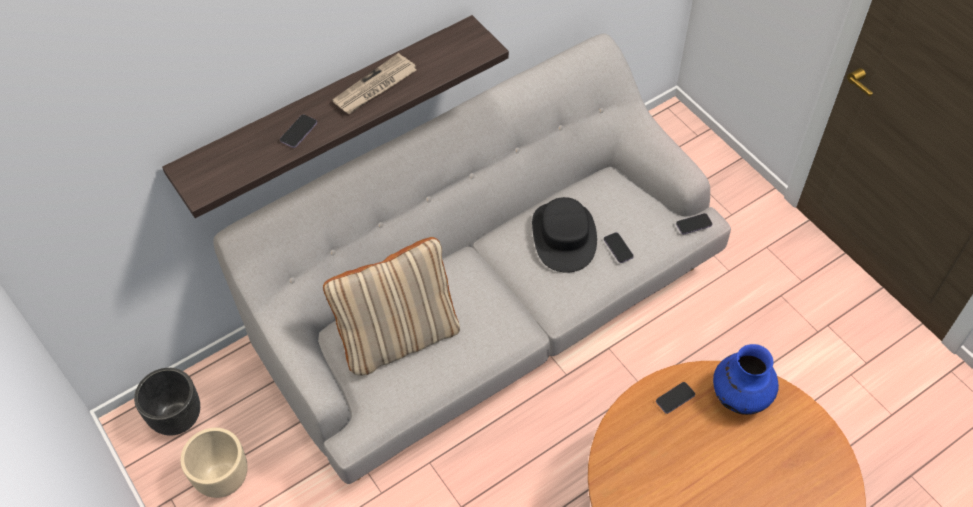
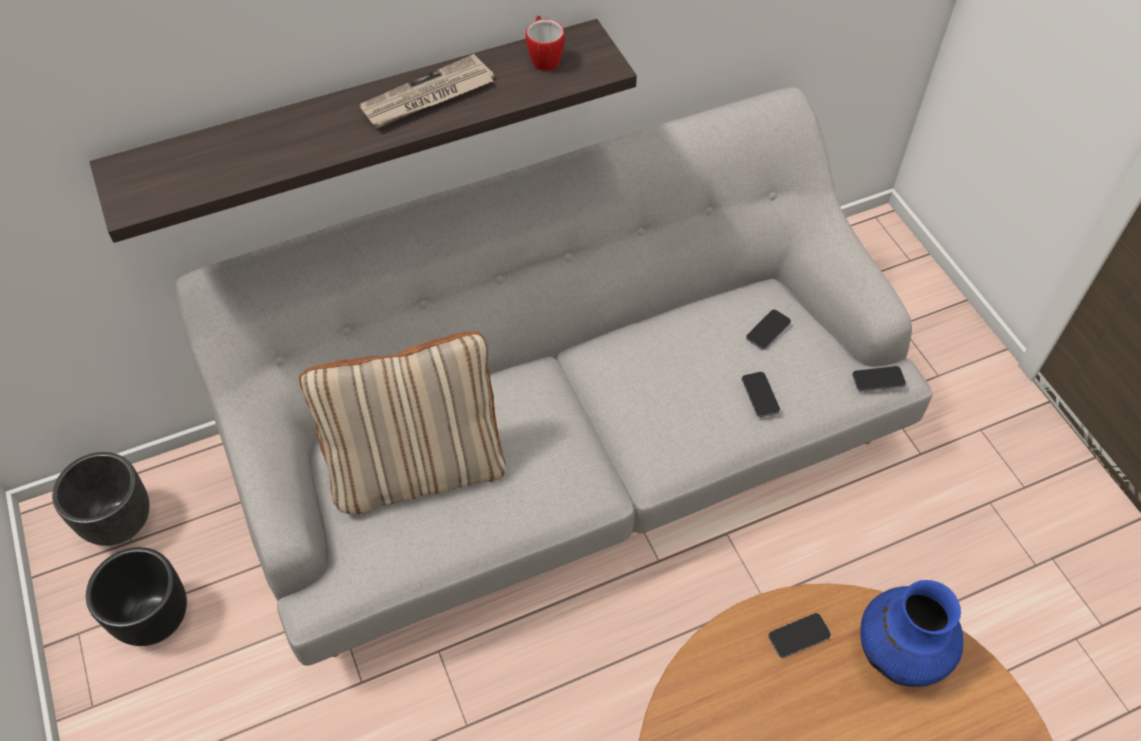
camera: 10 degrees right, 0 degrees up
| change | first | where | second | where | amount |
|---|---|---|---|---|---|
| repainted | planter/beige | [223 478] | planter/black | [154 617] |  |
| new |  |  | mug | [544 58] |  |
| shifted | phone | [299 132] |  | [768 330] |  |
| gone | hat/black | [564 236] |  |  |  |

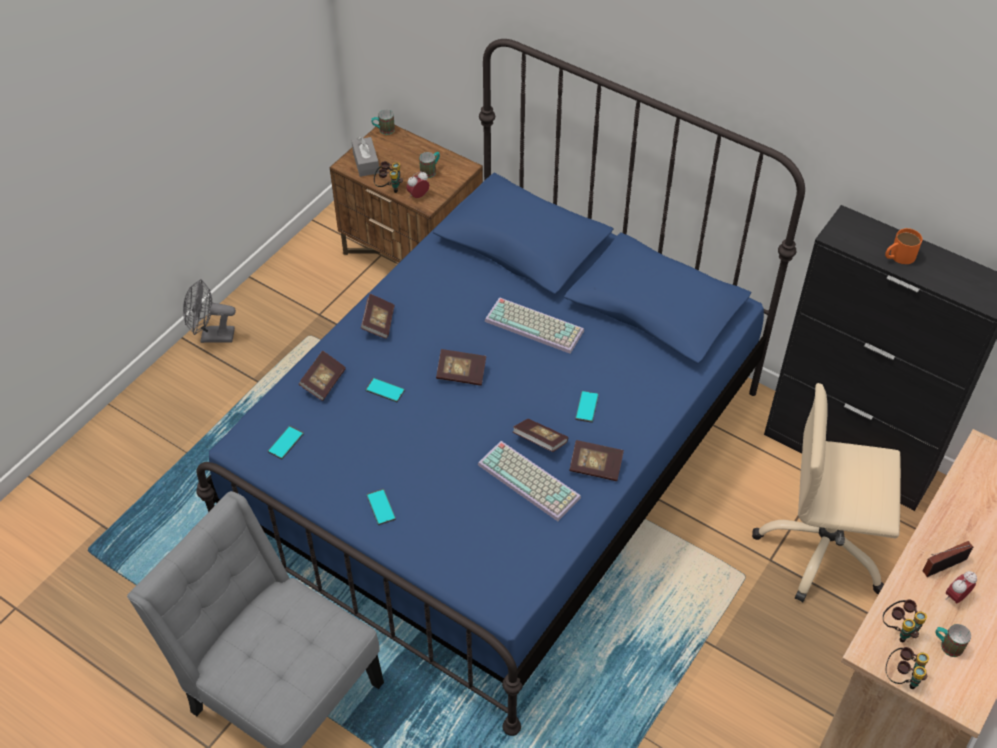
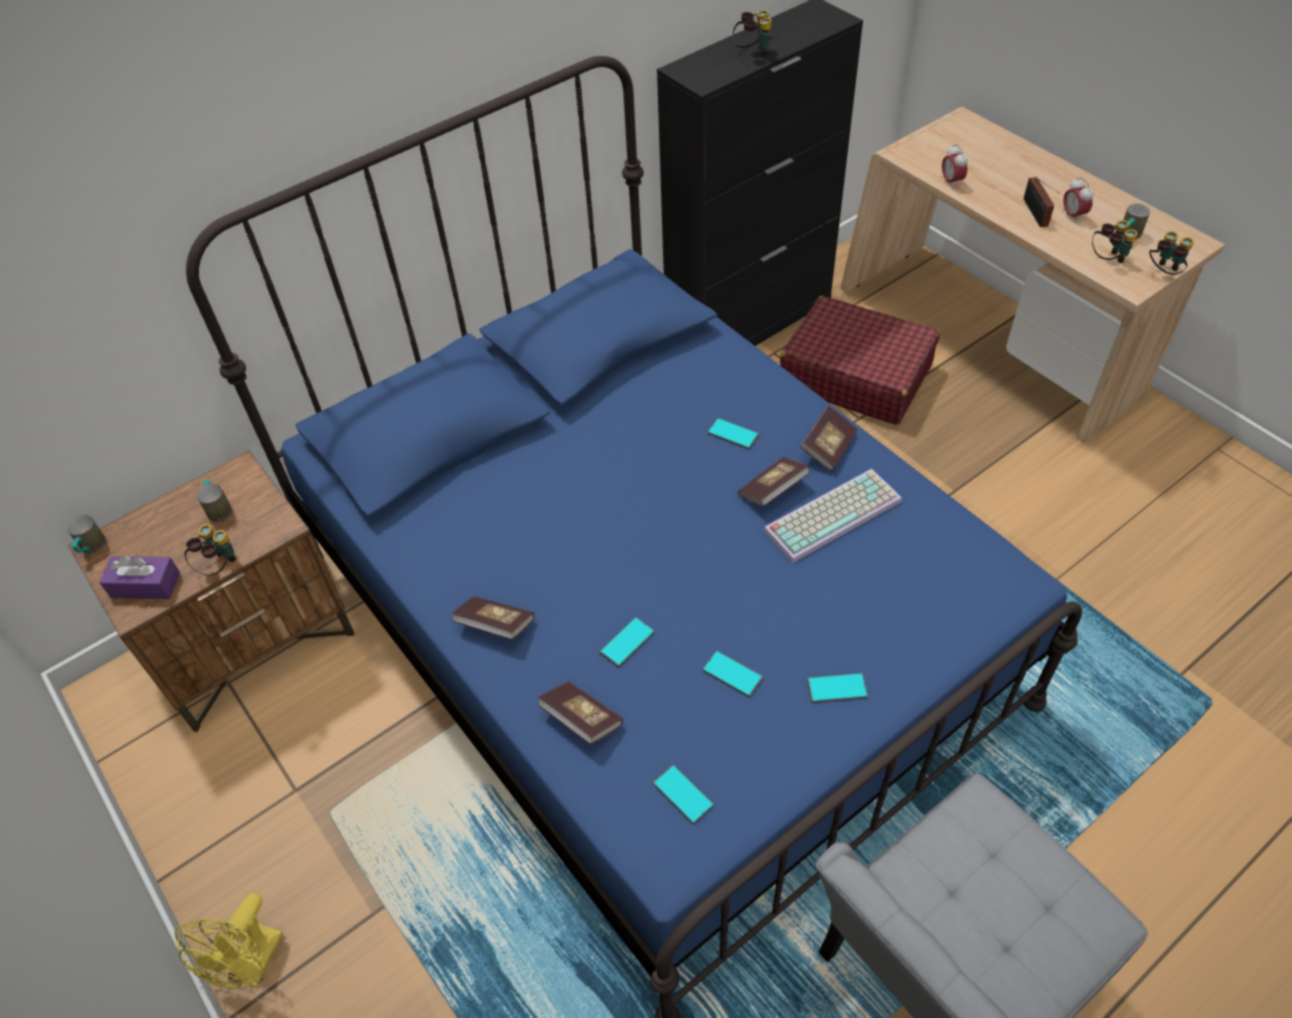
camera: 70 degrees left, 0 degrees up
| change | first | where | second | where | amount |
|---|---|---|---|---|---|
| repainted | tissue box/grey | [366 163] | tissue box/purple | [145 585] |  |
| repainted | fan/grey | [212 336] | fan/yellow | [252 966] |  |
| new |  |  | phone | [732 674] |  |
| swapped | mug/orange | [898 256] | binoculars | [752 53] |  |
| swapped | office chair/beige | [823 547] | suitcase/red | [855 375] |  |
| shifted | alarm clock | [418 196] |  | [951 182] |  |
| gone | book | [461 374] |  |  |  |
| gone | keyboard | [536 325] |  |  |  |

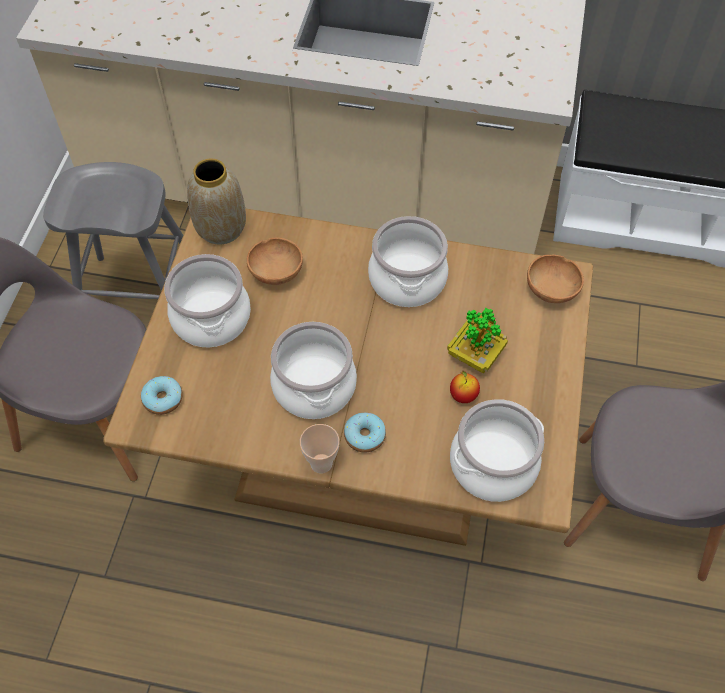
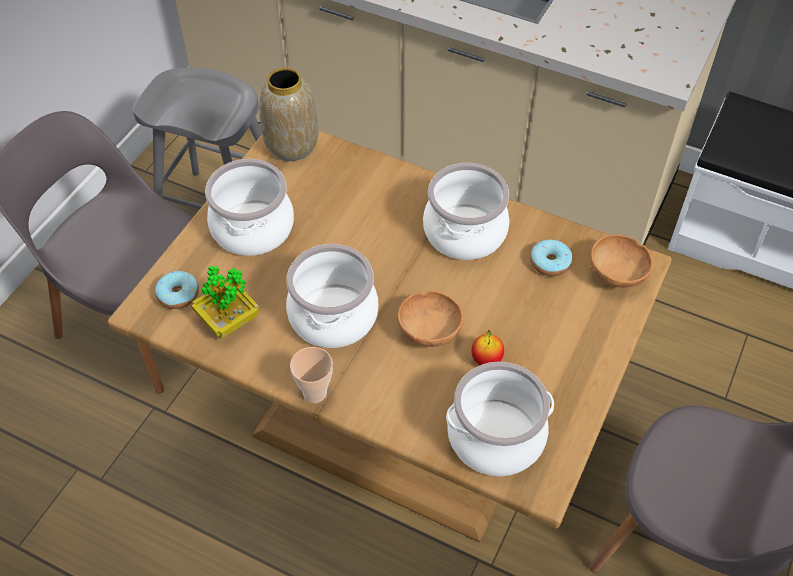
camera: 15 degrees right, 5 degrees down
| change | first | where | second | where | amount |
|---|---|---|---|---|---|
| shifted | potted plant | [475 355] |  | [228 320] |  |
| shifted | bowl/brown | [277 272] |  | [430 330] |  |
| shifted | donut | [364 436] |  | [550 263] |  |

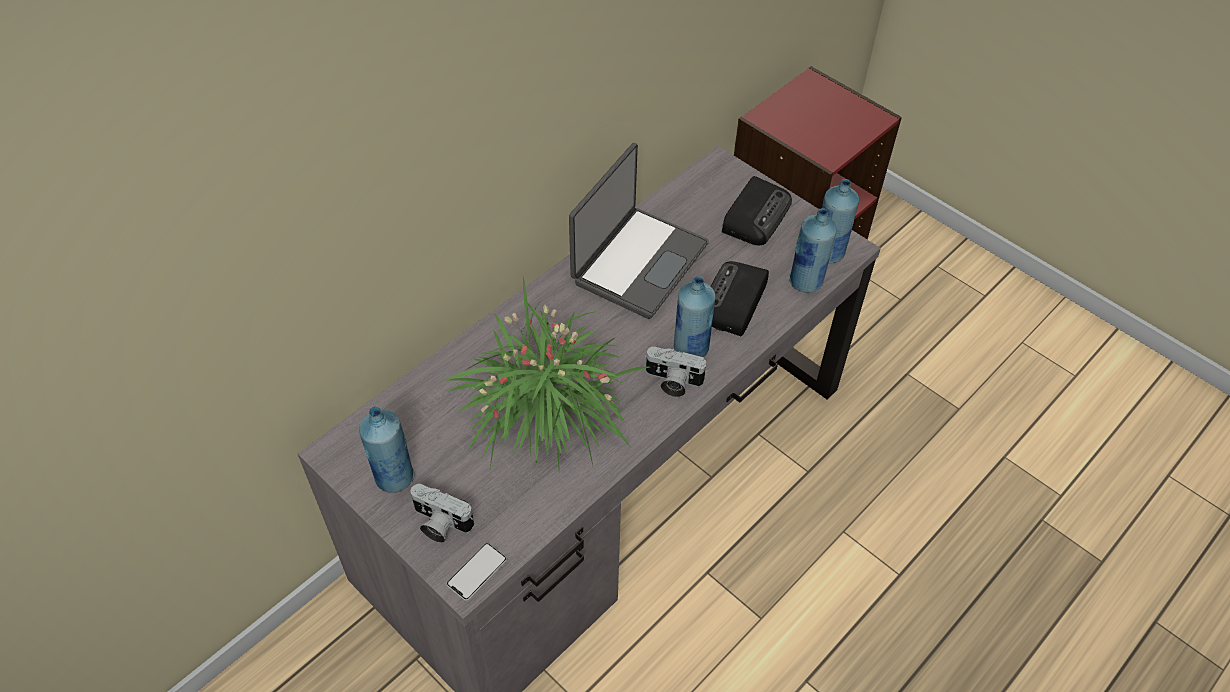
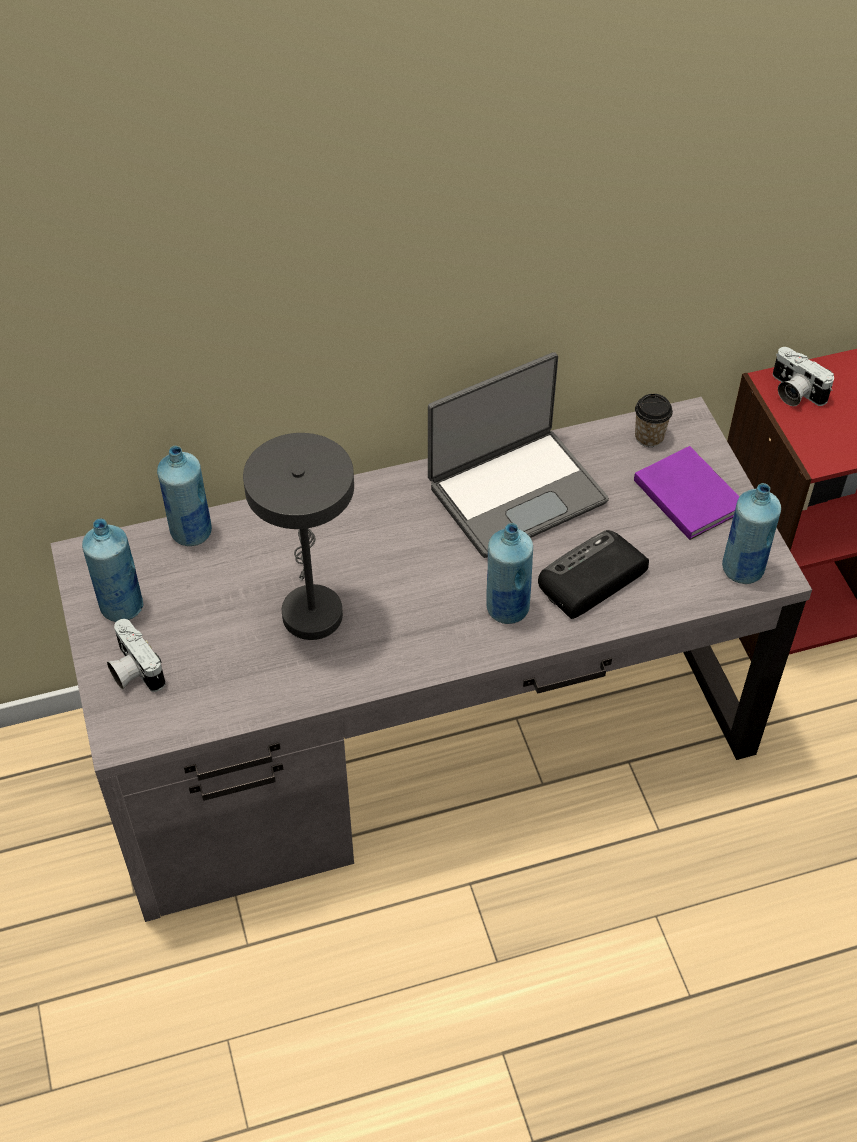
camera: 30 degrees right, 0 degrees up
| change | first | where | second | where | amount |
|---|---|---|---|---|---|
| shifted | bottle/blue | [806 282] |  | [191 533] |  |
| swapped | potted plant | [545 410] | table lamp/grey | [310 606] |  |
| swapped | radio | [756 215] | book/purple | [688 493] |  |
| new |  |  | cup | [649 437] |  |
| shifted | photo camera | [672 382] |  | [794 392] |  |
| gone | phone | [477 572] |  |  |  |

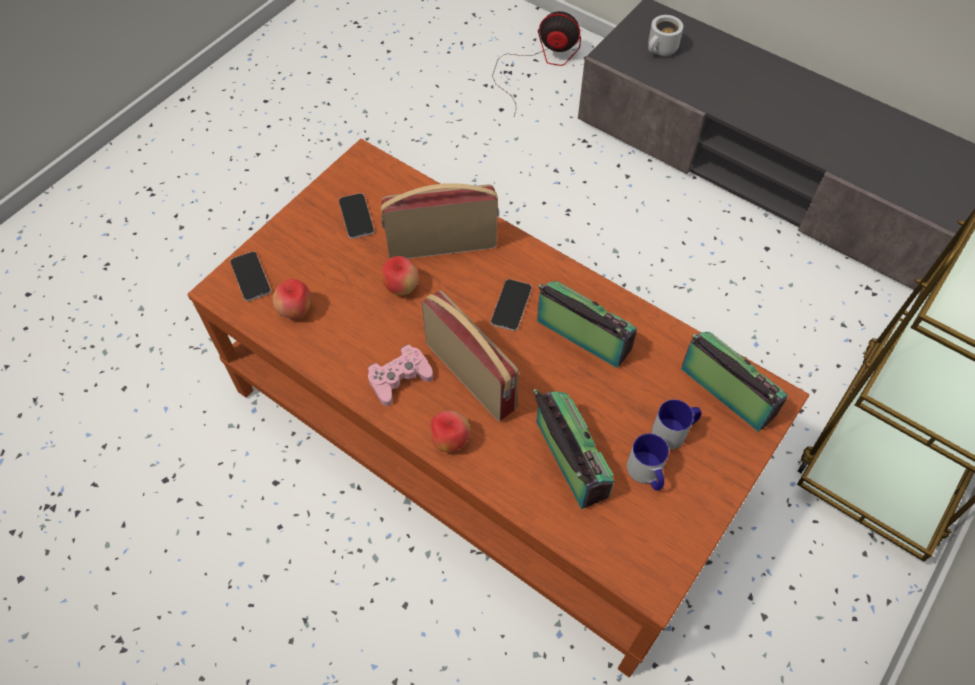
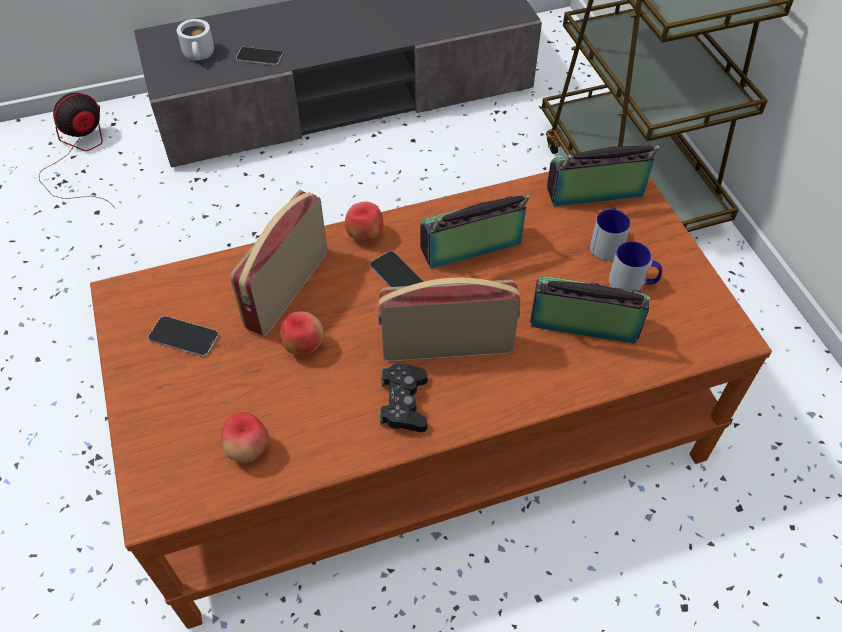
camera: 55 degrees left, 5 degrees down
| change | first | where | second | where | amount |
|---|---|---|---|---|---|
| shifted | phone | [250 277] |  | [259 57] |  |
| shifted | apple | [450 441] |  | [365 236] |  |
| repainted | game controller/pink | [399 378] | game controller/black | [404 403] |  |

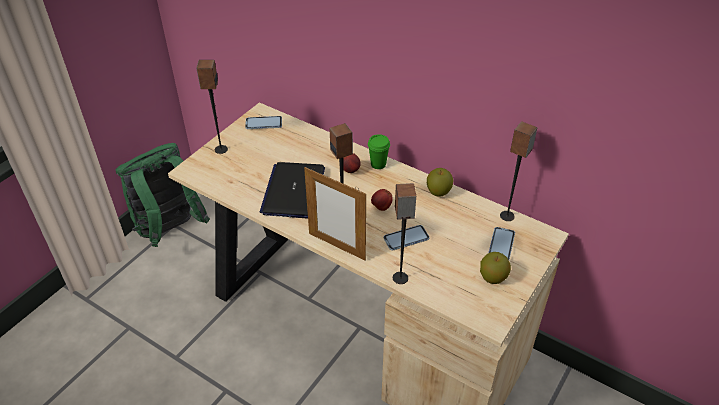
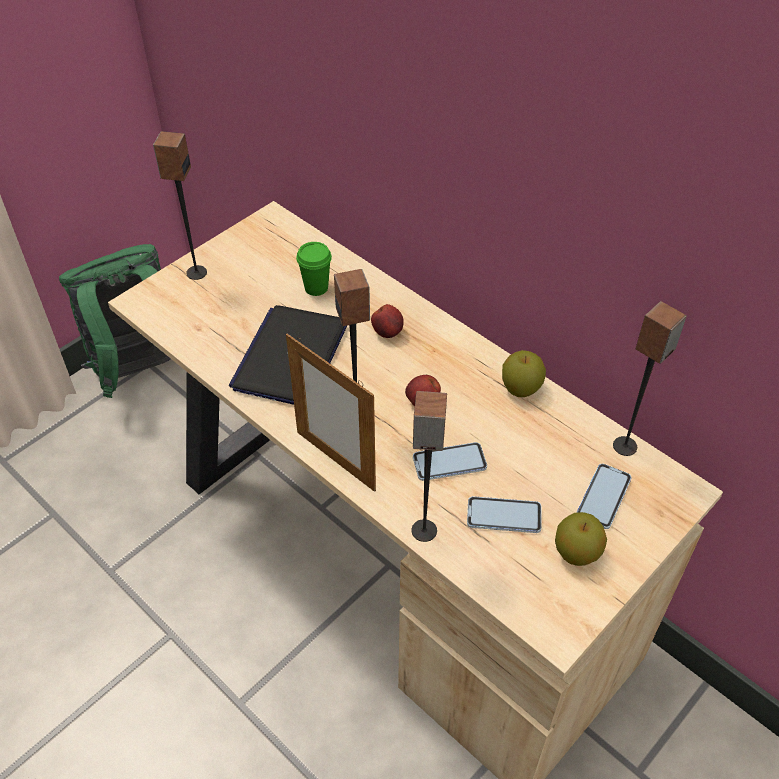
camera: 10 degrees right, 5 degrees up
| change | first | where | second | where | amount |
|---|---|---|---|---|---|
| shifted | cup/green | [378 164] |  | [316 288] |  |
| shifted | phone | [264 123] |  | [504 516] |  |

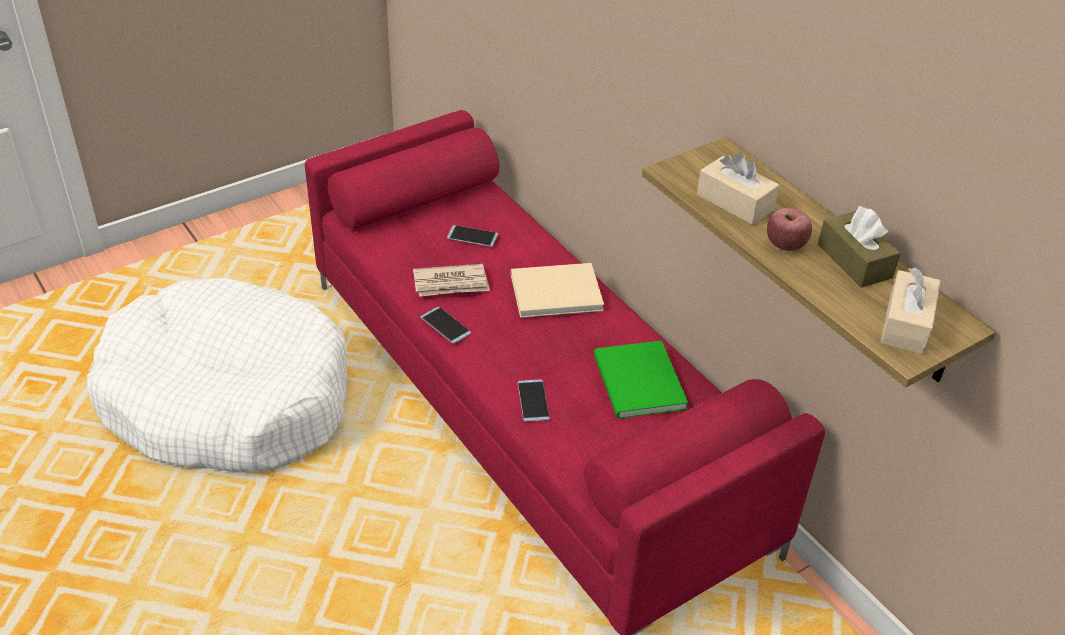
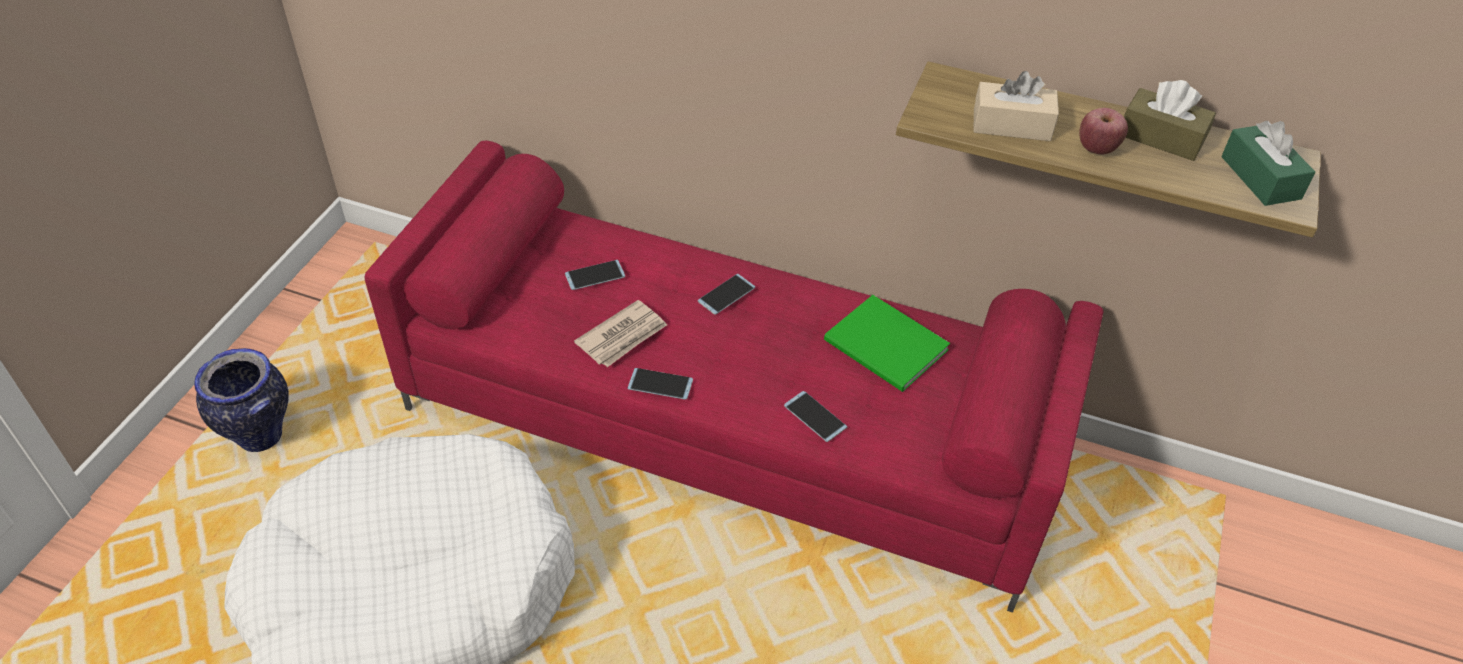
camera: 35 degrees left, 5 degrees up
| change | first | where | second | where | amount |
|---|---|---|---|---|---|
| new |  |  | vase | [259 436] |  |
| swapped | book/beige | [553 291] | phone | [726 294] |  |
| repainted | tissue box/beige | [906 324] | tissue box/green | [1260 178] |  |

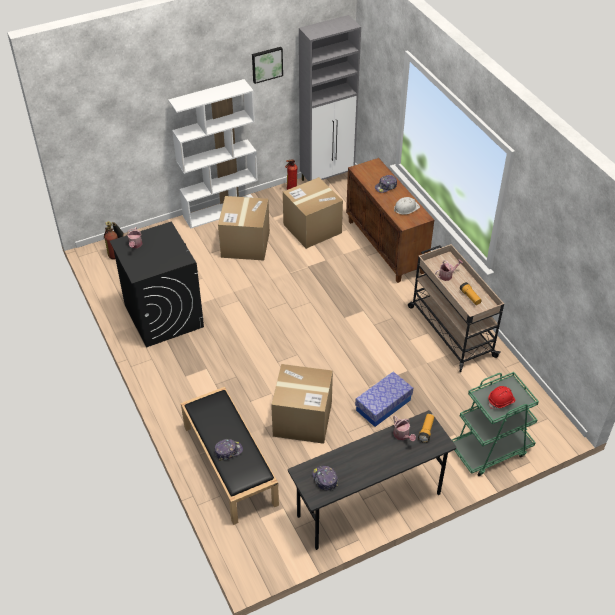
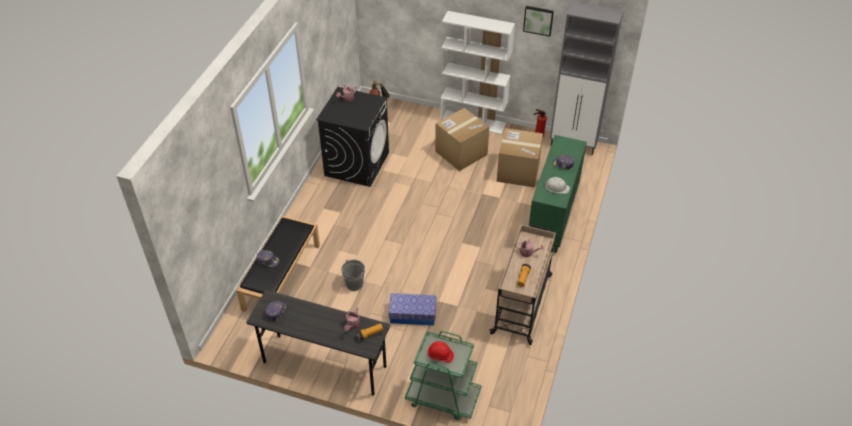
camera: 45 degrees right, 0 degrees up
| change | first | where | second | where | amount |
|---|---|---|---|---|---|
| swapped | cardboard box | [302 419] | bucket/grey | [354 284] |  |
| repainted | cabinet/brown | [386 247] | cabinet/green | [553 217] |  |

